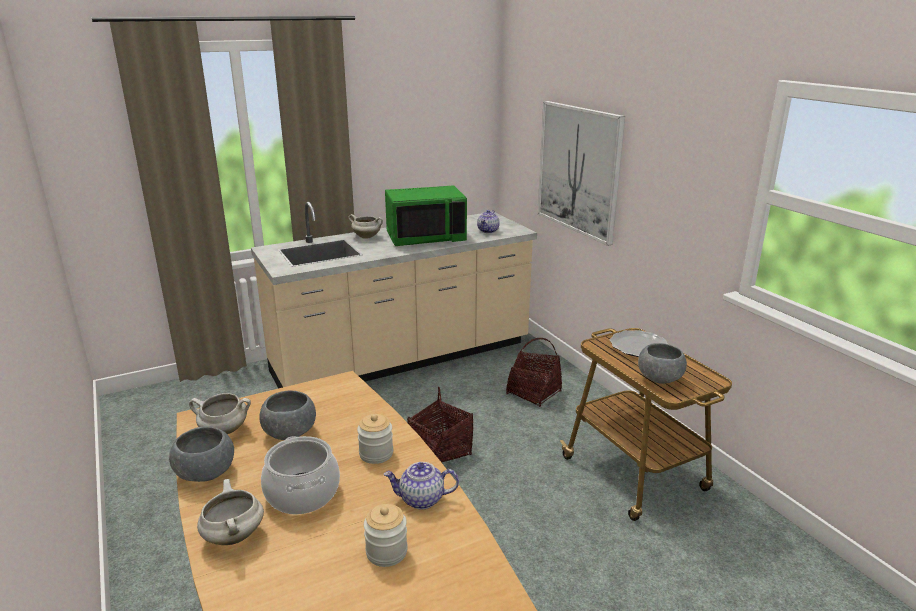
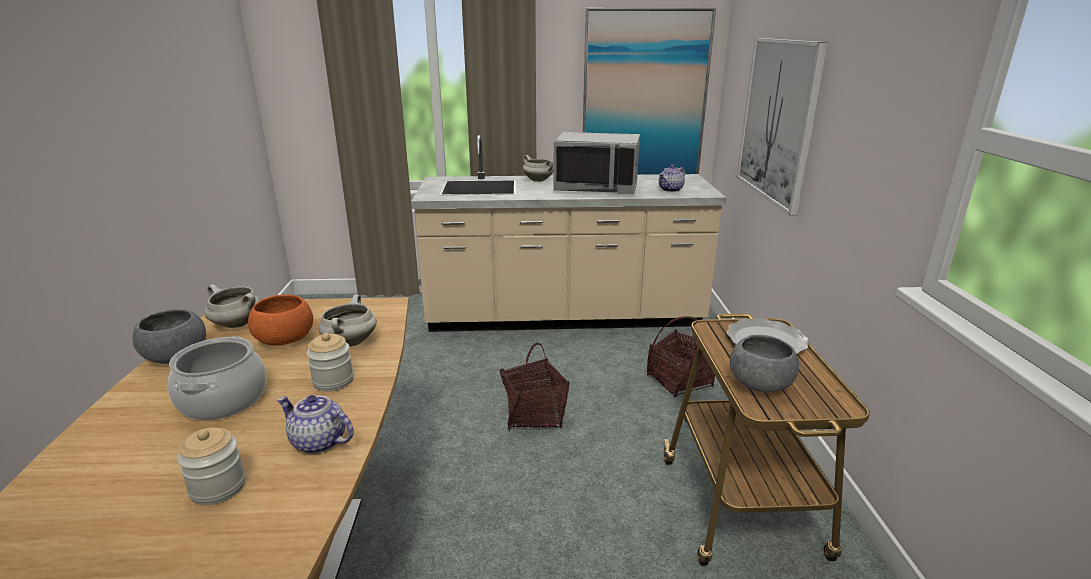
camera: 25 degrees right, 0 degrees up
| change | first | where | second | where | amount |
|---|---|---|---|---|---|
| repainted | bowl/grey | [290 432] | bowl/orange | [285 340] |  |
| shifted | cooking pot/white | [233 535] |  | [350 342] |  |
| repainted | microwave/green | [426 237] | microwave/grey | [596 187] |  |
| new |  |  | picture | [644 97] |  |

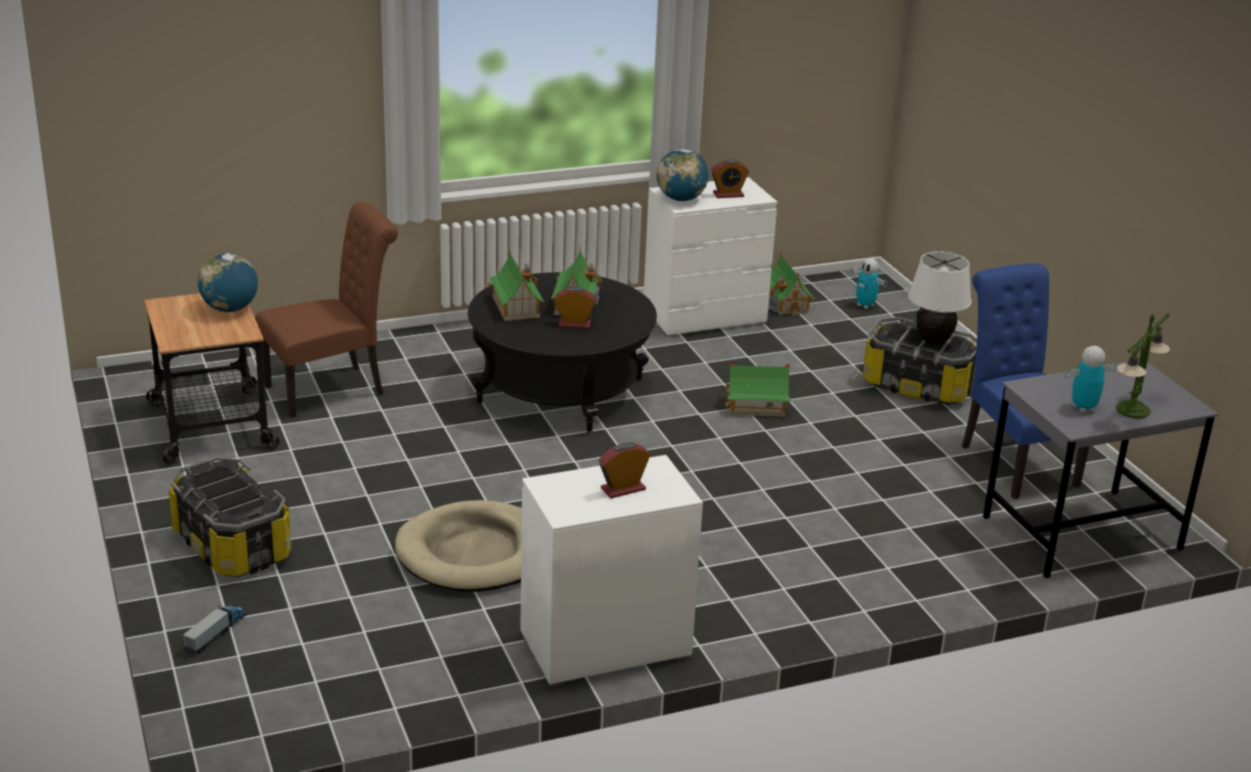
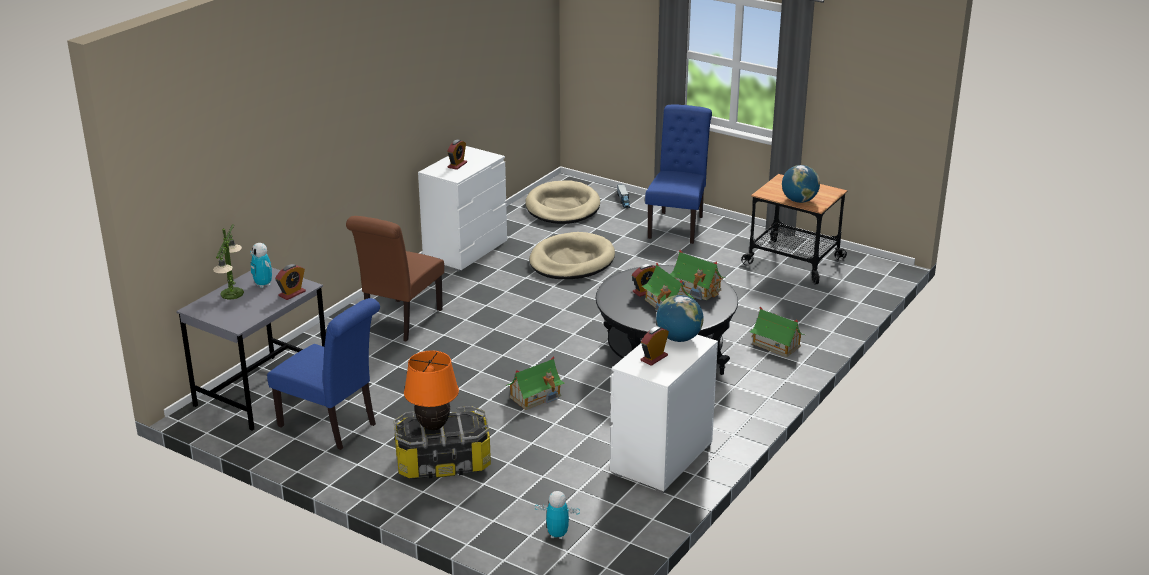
camera: 145 degrees right, 0 degrees up
| change | first | where | second | where | amount |
|---|---|---|---|---|---|
| rotated | toy robot | [1083 408] |  | [263 284] | 105 degrees clockwise |
| new |  |  | alarm clock | [292 293] |  |
| shifted | chair/brown | [332 389] |  | [400 323] |  |
| repainted | table lamp/white | [933 341] | table lamp/orange | [433 426] |  |
| new |  |  | dog bed/beige | [562 207] |  |
| swapped | storage box | [231 546] | chair/blue | [677 225] |  |
| shifted | toy house | [786 302] |  | [775 345] |  |

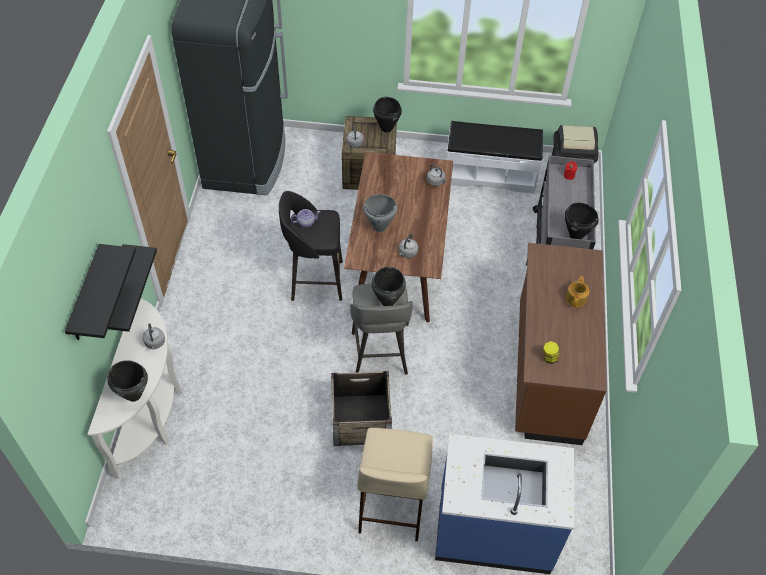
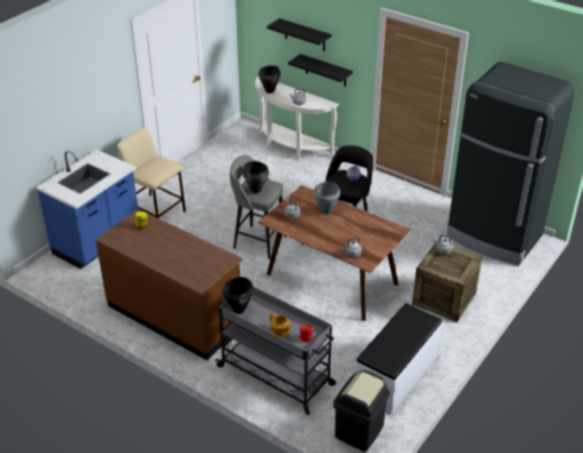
camera: 120 degrees right, 15 degrees down
| change | first | where | second | where | amount |
|---|---|---|---|---|---|
| shifted | teapot | [576 298] |  | [280 332] |  |
| gone | crate | [361 419] |  |  |  |
| gone | cooking pot/black | [386 128] |  |  |  |

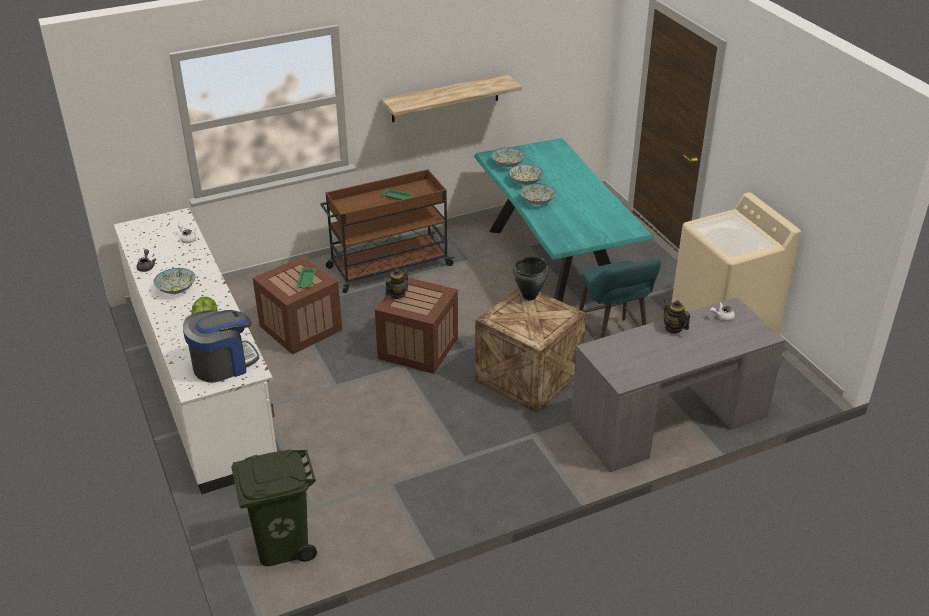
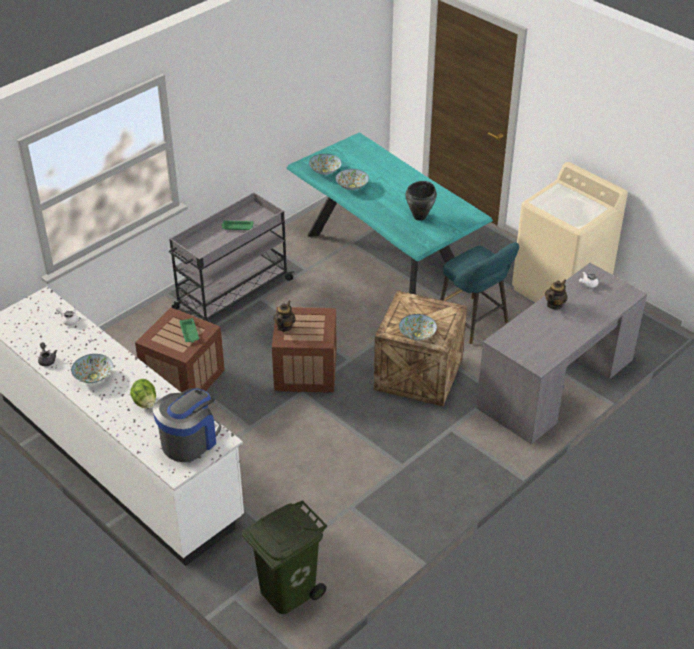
camera: 20 degrees left, 5 degrees up
| change | first | where | second | where | amount |
|---|---|---|---|---|---|
| repainted | cart/brown | [388 267] | cart/grey | [232 295] |  |
| shifted | bowl | [537 201] |  | [417 335] |  |
| shifted | cooking pot/black | [530 296] |  | [420 216] |  |
| rotated | teapot | [673 328] |  | [554 305] | 90 degrees clockwise |
| gone | shelf | [445 98] |  |  |  |

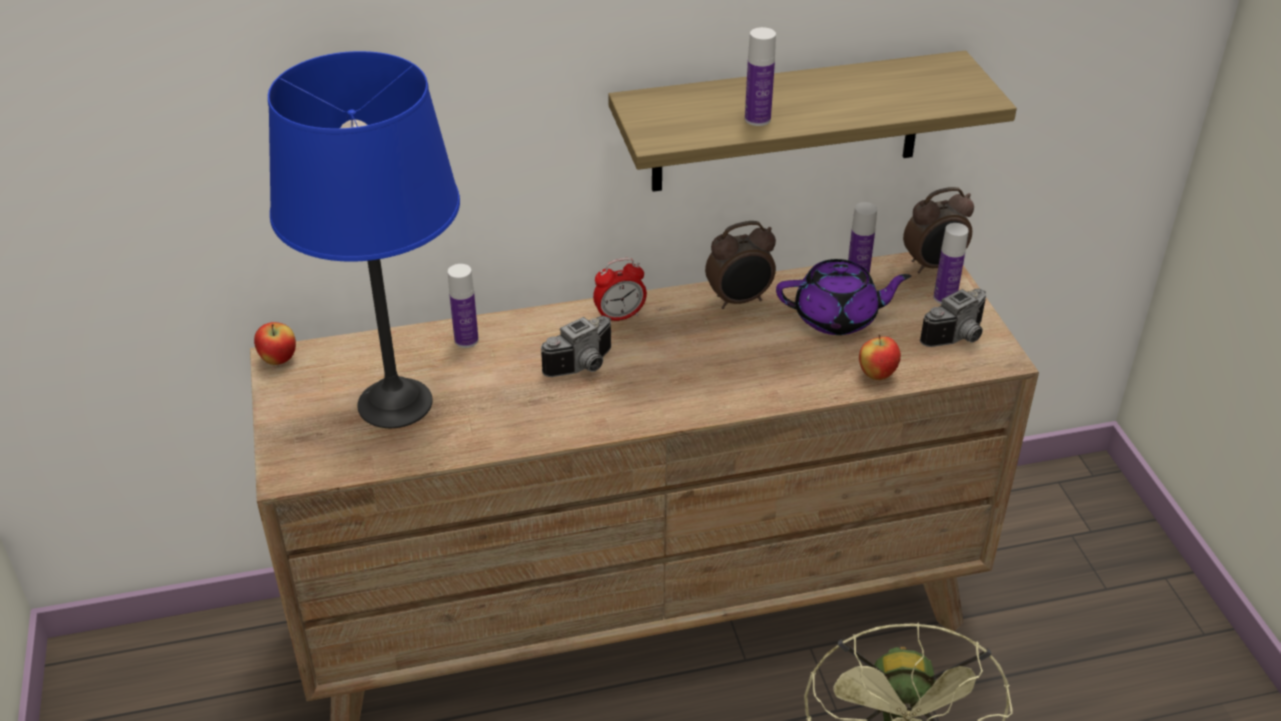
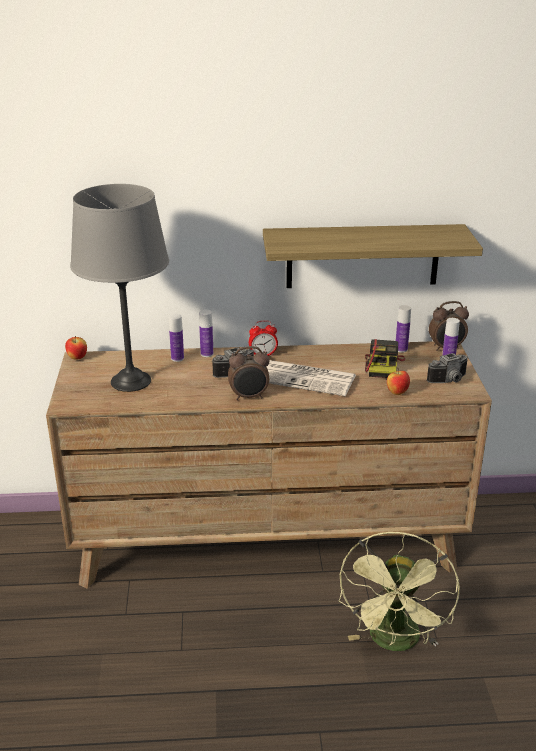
camera: 10 degrees right, 10 degrees down
| change | first | where | second | where | amount |
|---|---|---|---|---|---|
| repainted | table lamp/blue | [395 403] | table lamp/grey | [131 381] |  |
| shifted | bottle | [757 119] |  | [207 354] |  |
| shifted | alarm clock | [740 300] |  | [249 397] |  |
| new |  |  | newspaper | [308 379] |  |
| swapped | teapot/purple | [837 318] | photo camera | [383 366] |  |

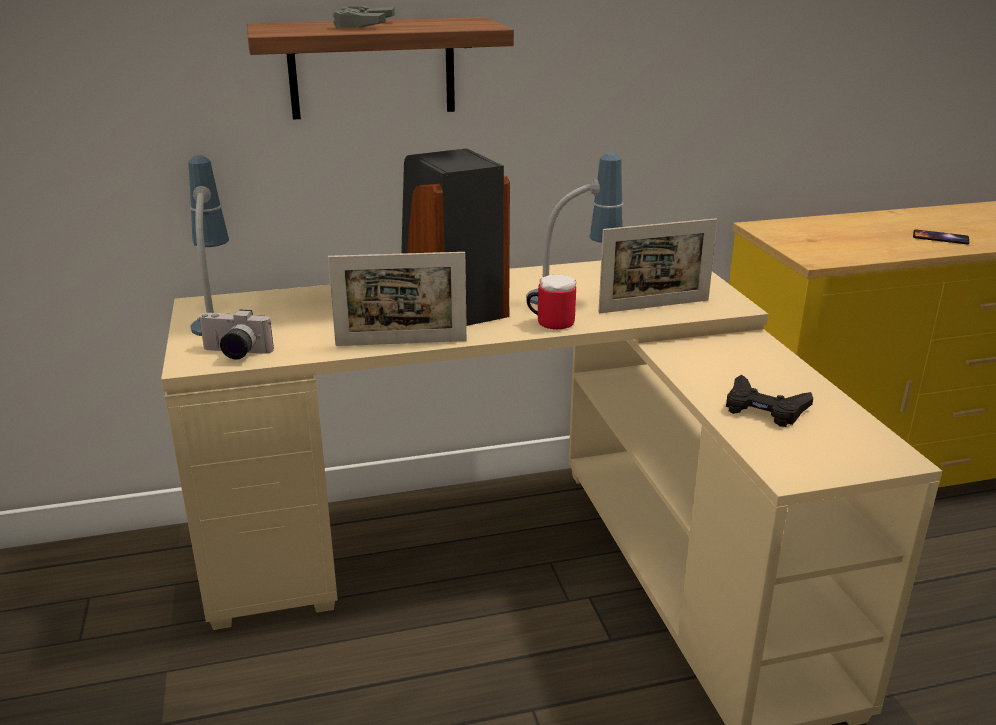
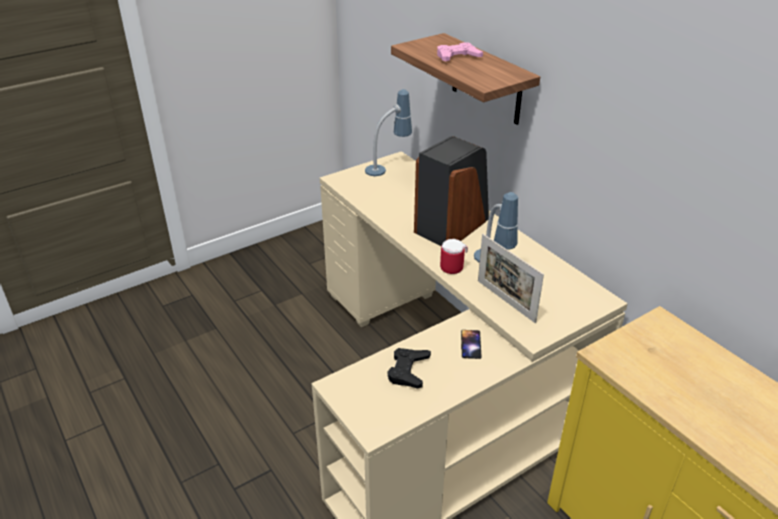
camera: 70 degrees right, 10 degrees up
| change | first | where | second | where | amount |
|---|---|---|---|---|---|
| repainted | game controller/grey | [364 25] | game controller/pink | [457 57] |  |
| shifted | phone | [940 238] |  | [470 344] |  |
| gone | photo camera | [234 353] |  |  |  |
| gone | picture frame | [401 343] |  |  |  |

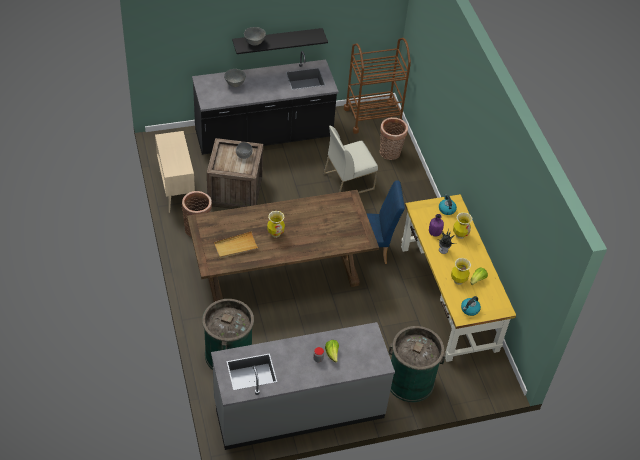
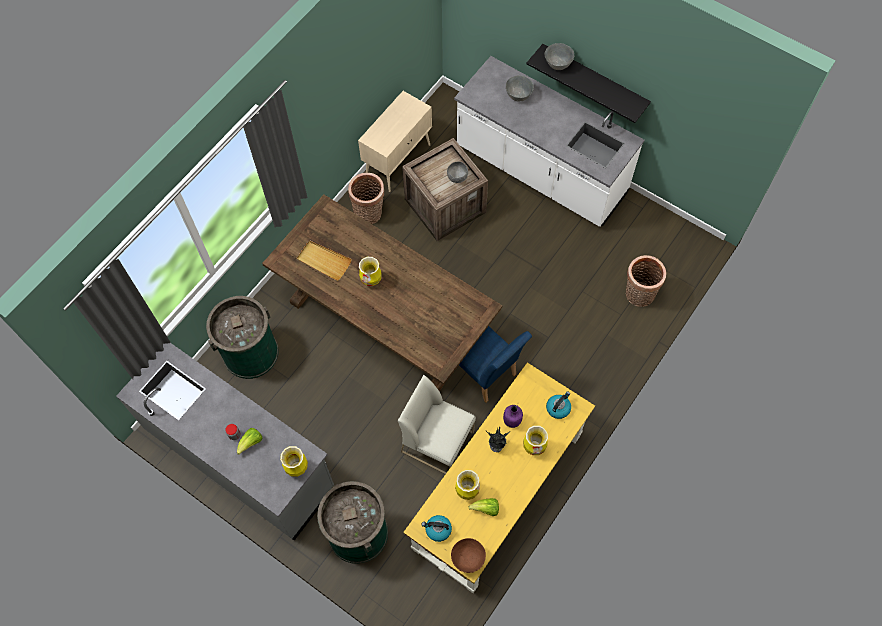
camera: 55 degrees right, 15 degrees up
| change | first | where | second | where | amount |
|---|---|---|---|---|---|
| new |  |  | vase | [297 468] |  |
| shifted | chair/white | [349 181] |  | [438 442] |  |
| new |  |  | bowl/brown | [468 559] |  |
| repainted | counter/black | [263 135] | counter/white | [540 172] |  |
| gone | cart/brown | [372 117] |  |  |  |

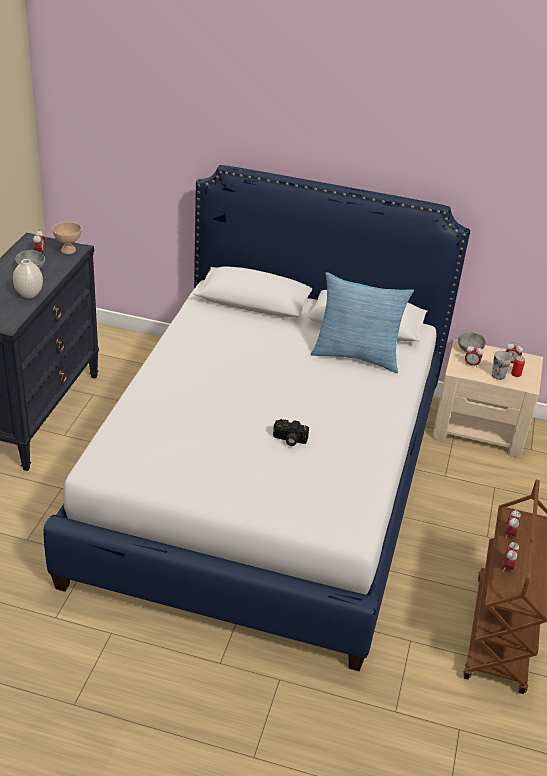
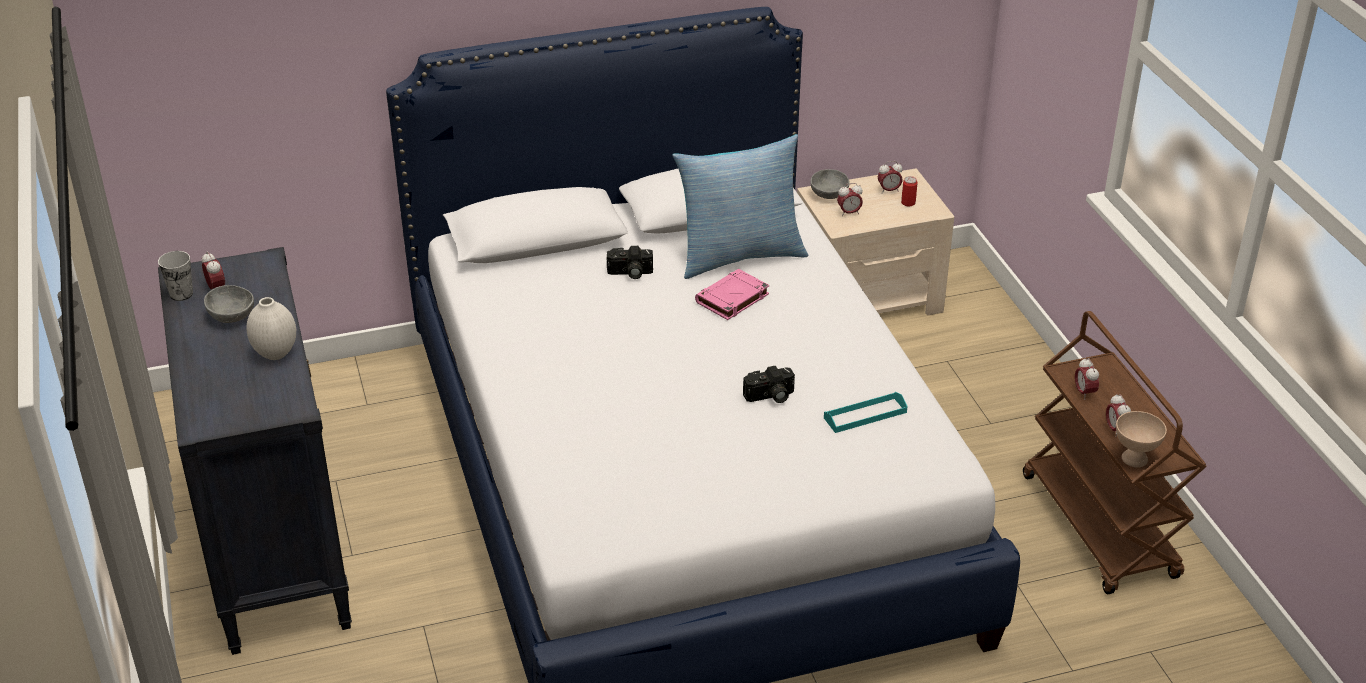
camera: 30 degrees left, 0 degrees up
| change | first | where | second | where | amount |
|---|---|---|---|---|---|
| shifted | cup | [498 375] |  | [181 294] |  |
| new |  |  | photo camera | [630 273] |  |
| new |  |  | book/pink | [732 299] |  |
| new |  |  | tray/turquoise | [865 415] |  |
| shifted | bowl/beige | [68 250] |  | [1134 458] |  |

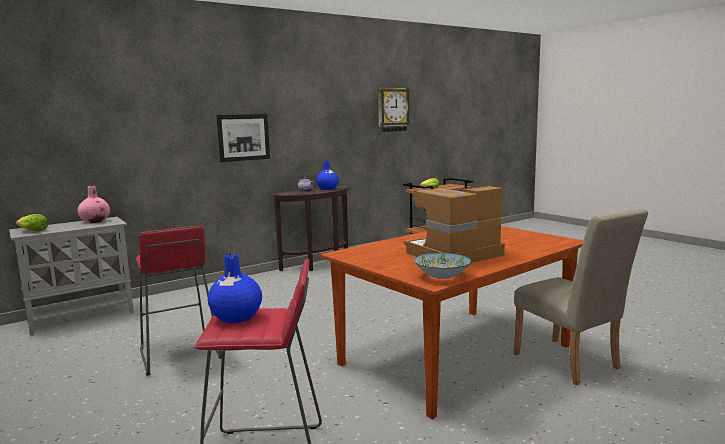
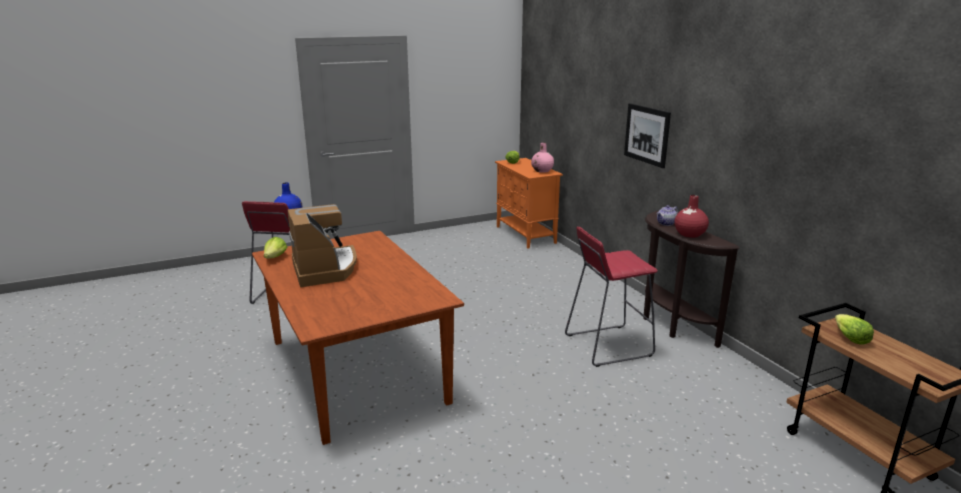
camera: 100 degrees right, 10 degrees up
| change | first | where | second | where | amount |
|---|---|---|---|---|---|
| swapped | bowl | [442 276] | lettuce | [275 257] |  |
| repainted | cabinet/grey | [82 317] | cabinet/orange | [526 235] |  |
| shifted | stool/red | [179 354] |  | [607 345] |  |
| repainted | vase/blue | [327 189] | vase/red | [689 234] |  |
| gone | wall clock | [393 109] |  |  |  |
| gone | chair/beige | [571 364] |  |  |  |

